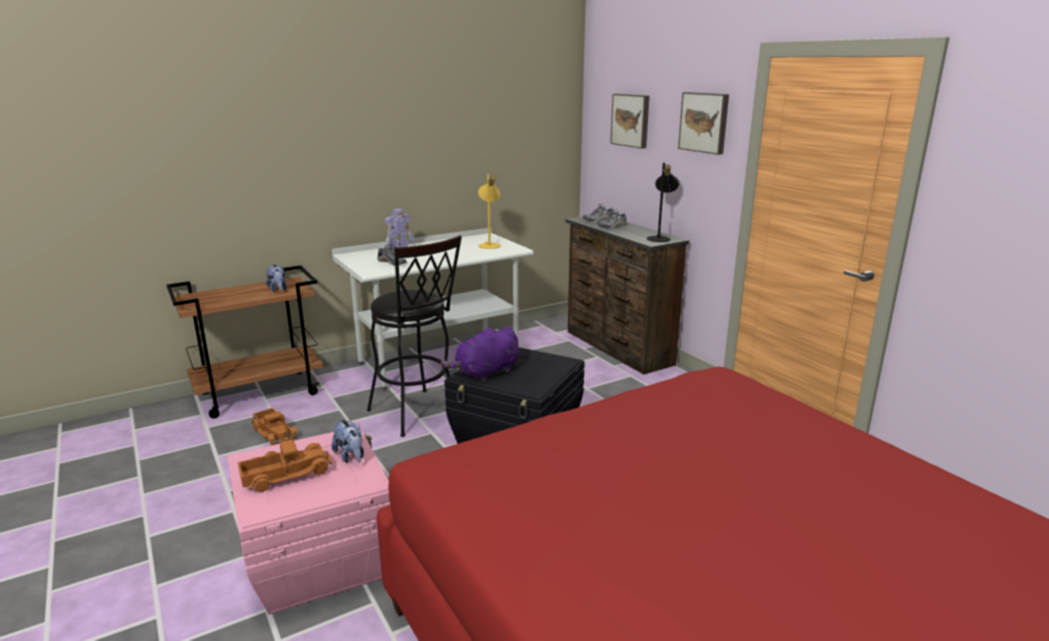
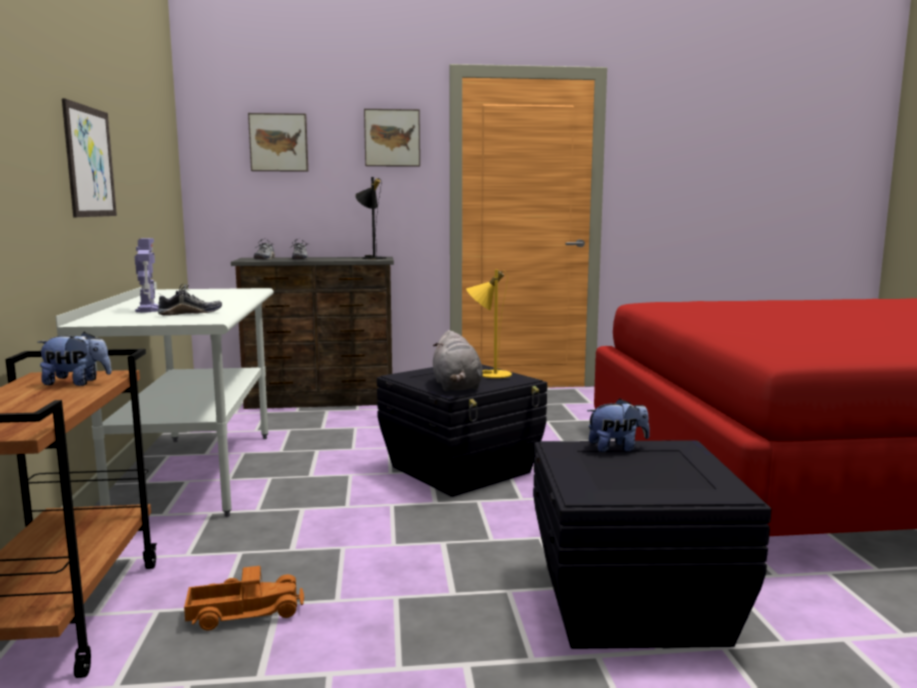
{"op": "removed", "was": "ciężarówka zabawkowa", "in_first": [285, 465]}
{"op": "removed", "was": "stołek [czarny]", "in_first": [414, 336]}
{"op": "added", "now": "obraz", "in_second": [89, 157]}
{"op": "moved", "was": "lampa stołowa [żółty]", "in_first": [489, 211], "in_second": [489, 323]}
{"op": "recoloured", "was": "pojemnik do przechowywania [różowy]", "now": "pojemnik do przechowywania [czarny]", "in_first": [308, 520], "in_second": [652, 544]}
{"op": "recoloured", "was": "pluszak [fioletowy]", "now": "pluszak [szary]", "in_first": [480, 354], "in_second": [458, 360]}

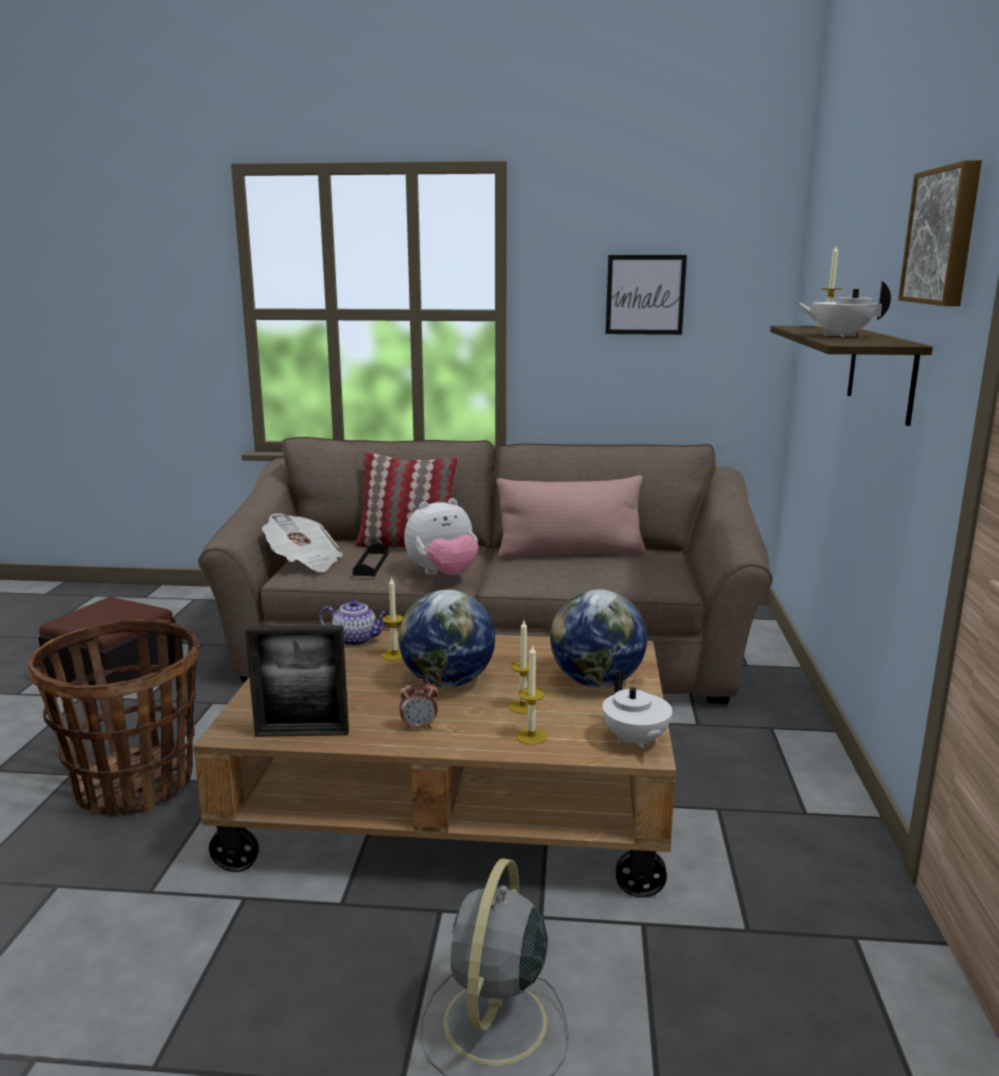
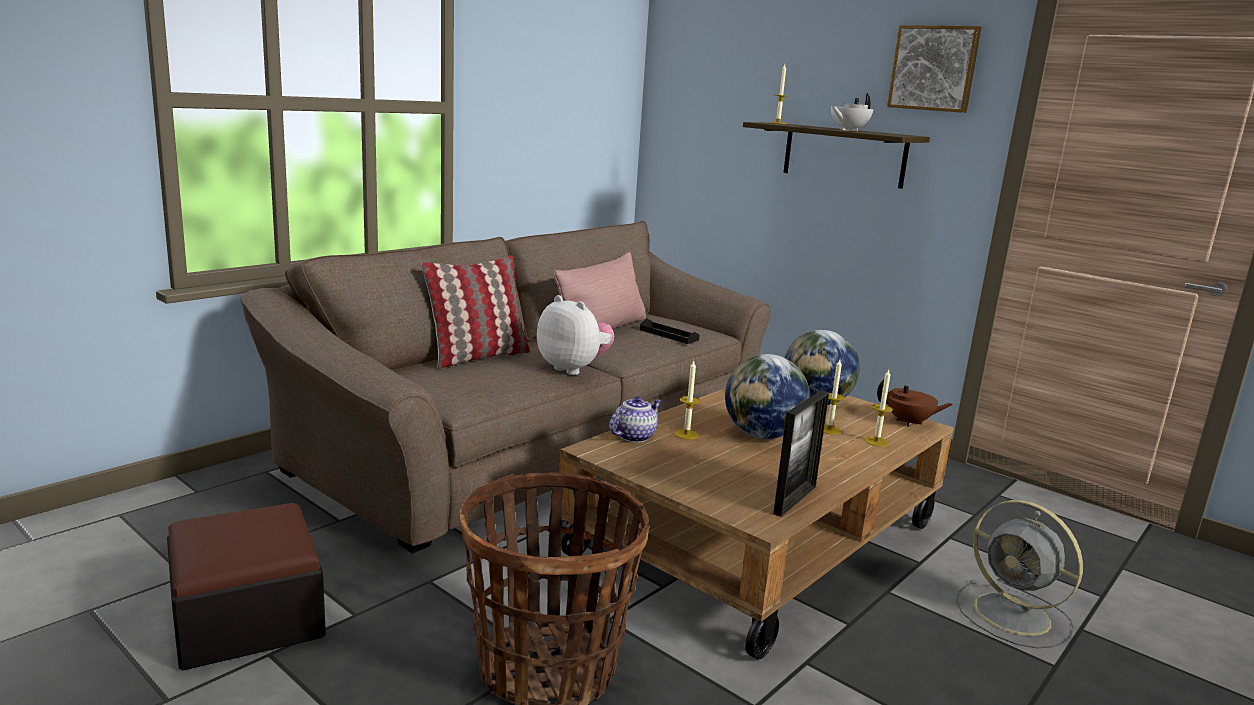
{"op": "removed", "was": "gazeta", "in_first": [302, 542]}
{"op": "removed", "was": "budzik", "in_first": [418, 704]}
{"op": "removed", "was": "obraz", "in_first": [646, 295]}
{"op": "moved", "was": "taca [czarny]", "in_first": [371, 559], "in_second": [670, 331]}
{"op": "recoloured", "was": "imbryk [biały]", "now": "imbryk [brązowy]", "in_first": [637, 709], "in_second": [915, 403]}
{"op": "turned", "was": "pluszak", "in_first": [441, 536], "in_second": [575, 335], "clockwise": -60}

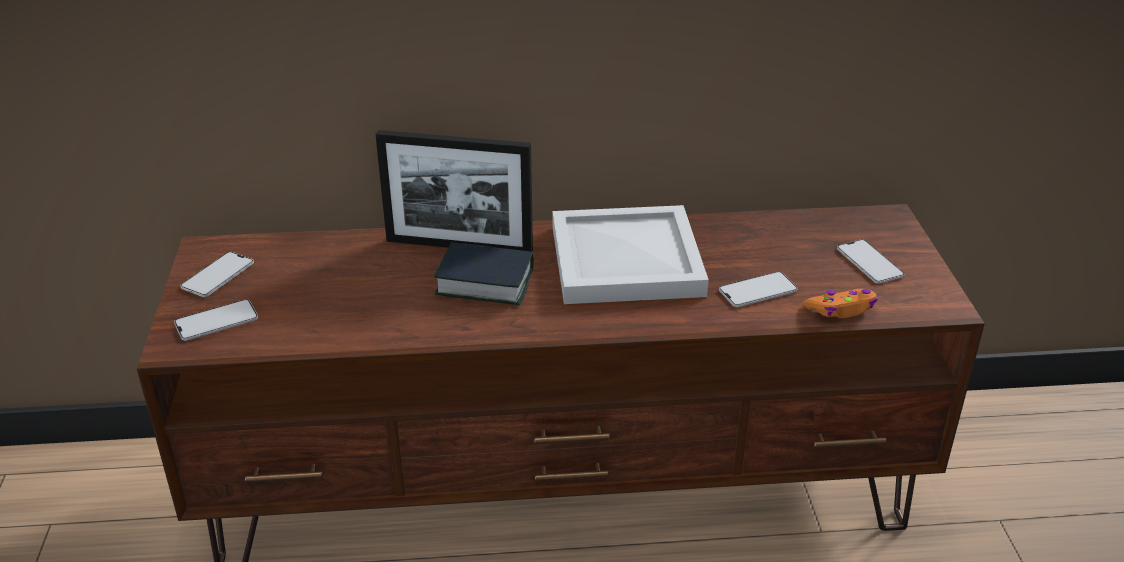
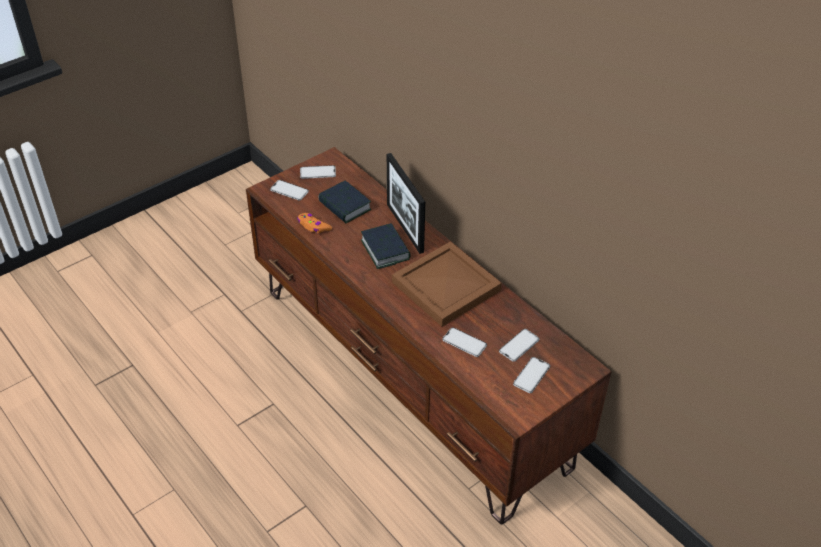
{"op": "added", "now": "książka", "in_second": [345, 202]}
{"op": "added", "now": "telefon", "in_second": [519, 345]}
{"op": "moved", "was": "pad do gier [pomarańczowy]", "in_first": [840, 303], "in_second": [314, 223]}
{"op": "recoloured", "was": "taca [biały]", "now": "taca [brązowy]", "in_first": [630, 254], "in_second": [447, 284]}

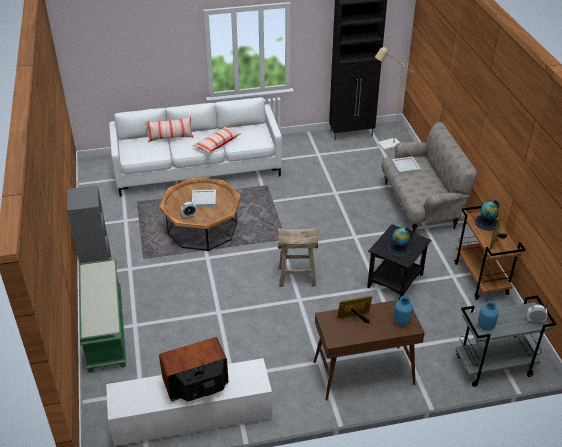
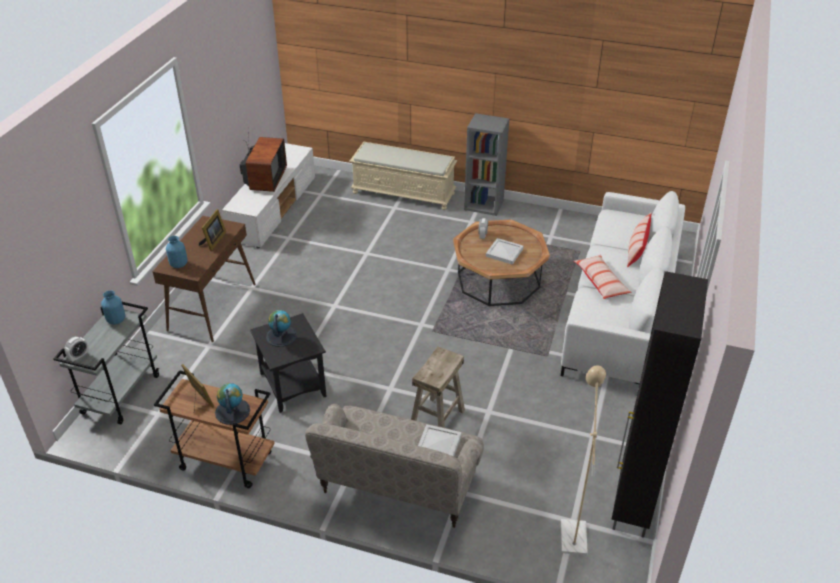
{"op": "moved", "was": "stołek [beżowy]", "in_first": [297, 257], "in_second": [438, 387]}
{"op": "recoloured", "was": "ławka [zielony]", "now": "ławka [beżowy]", "in_first": [102, 316], "in_second": [403, 176]}

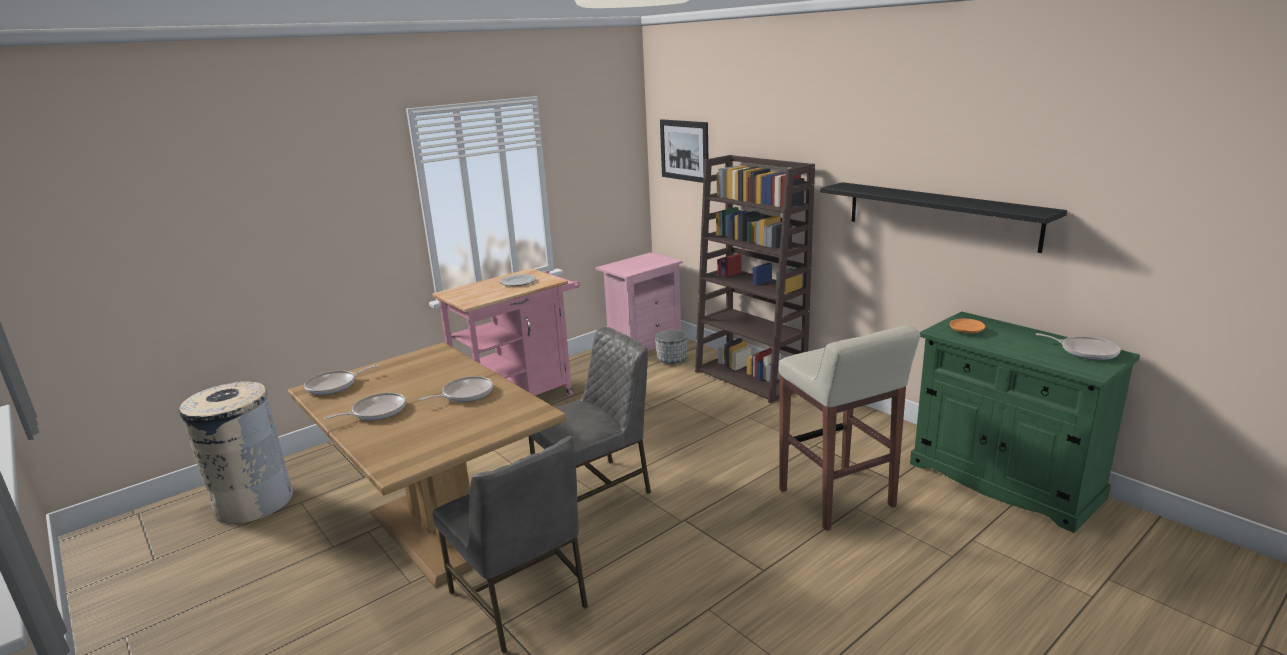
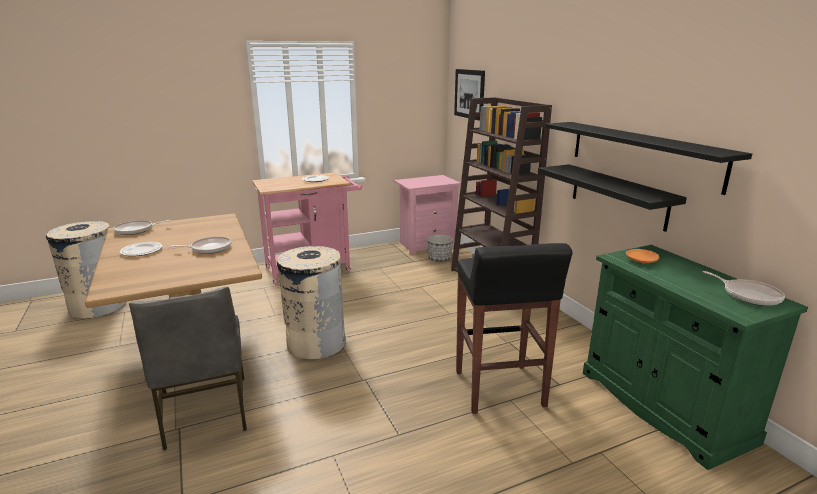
{"op": "added", "now": "półka [czarny]", "in_second": [612, 198]}
{"op": "replaced", "was": "patelnia", "now": "talerz", "in_first": [365, 406], "in_second": [141, 249]}
{"op": "replaced", "was": "krzesło [szary]", "now": "kosz na śmieci [beżowy]", "in_first": [589, 414], "in_second": [311, 302]}
{"op": "recoloured", "was": "stołek [beżowy]", "now": "stołek [czarny]", "in_first": [849, 428], "in_second": [514, 328]}

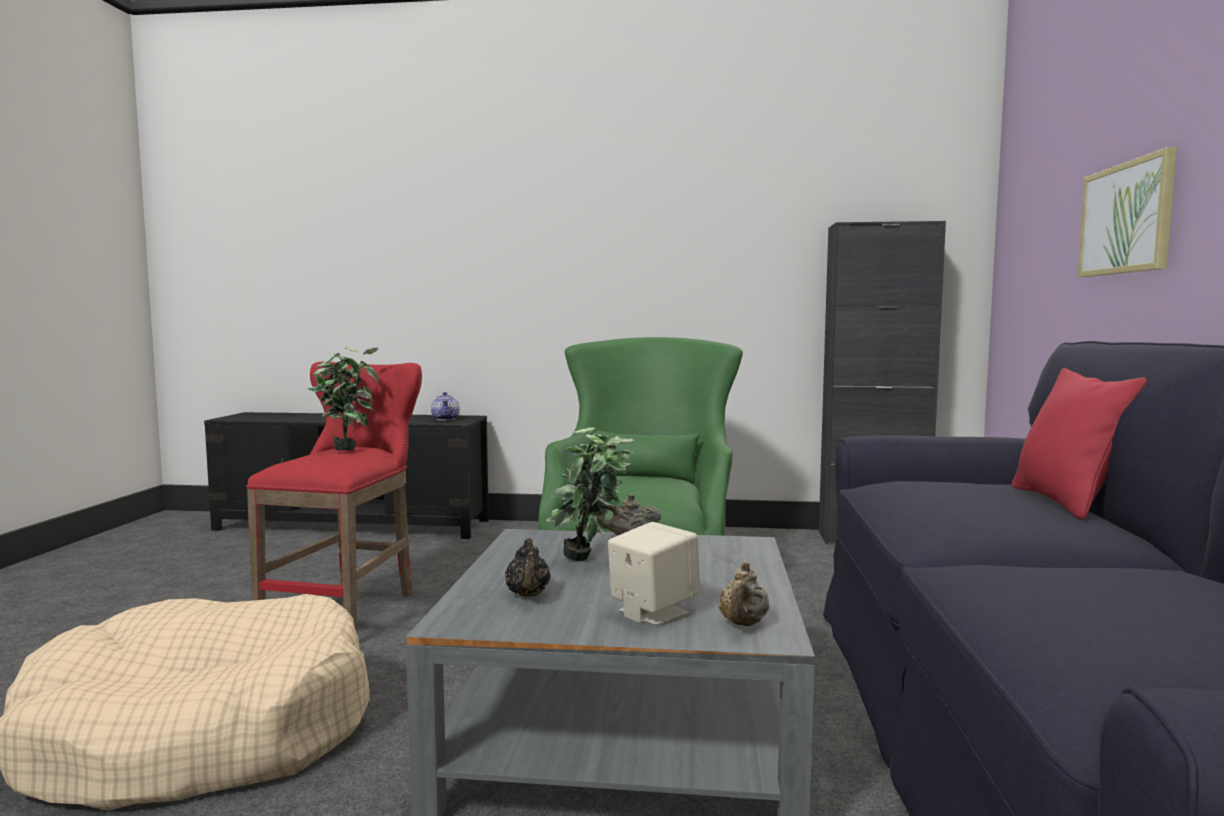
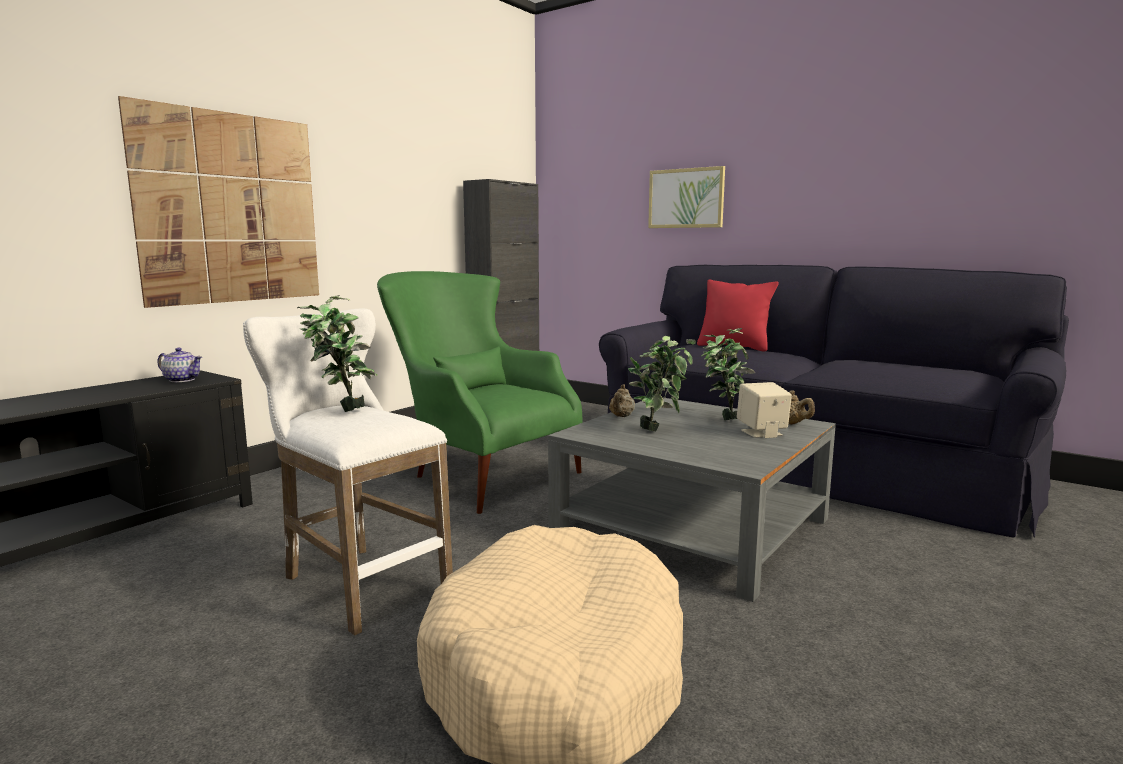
{"op": "removed", "was": "imbryk [czarny]", "in_first": [528, 568]}
{"op": "added", "now": "obraz", "in_second": [218, 202]}
{"op": "added", "now": "roślina doniczkowa", "in_second": [728, 374]}
{"op": "recoloured", "was": "stołek [czerwony]", "now": "stołek [biały]", "in_first": [334, 497], "in_second": [348, 472]}

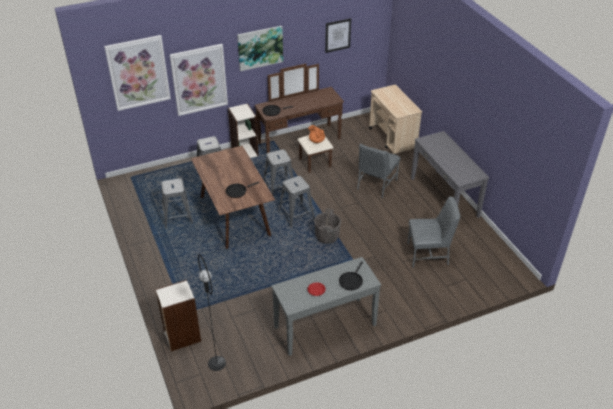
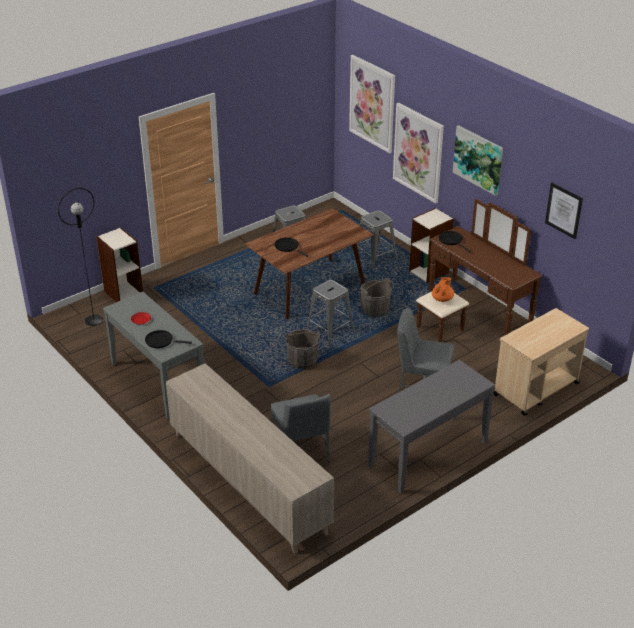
{"op": "added", "now": "szafka [beżowy]", "in_second": [250, 458]}
{"op": "replaced", "was": "stołek [szary]", "now": "wiadro [szary]", "in_first": [279, 172], "in_second": [376, 297]}

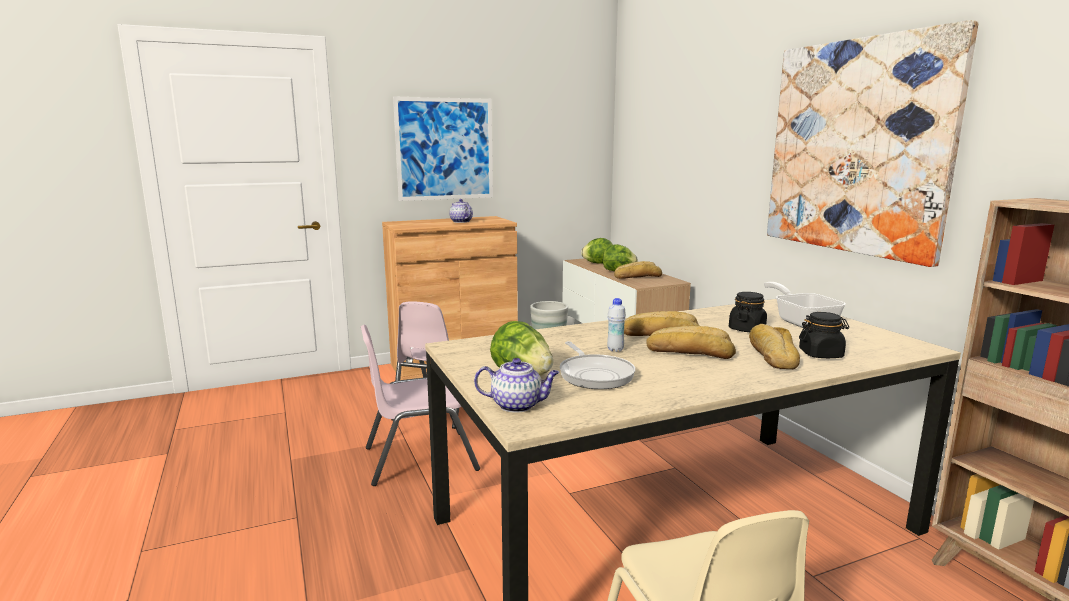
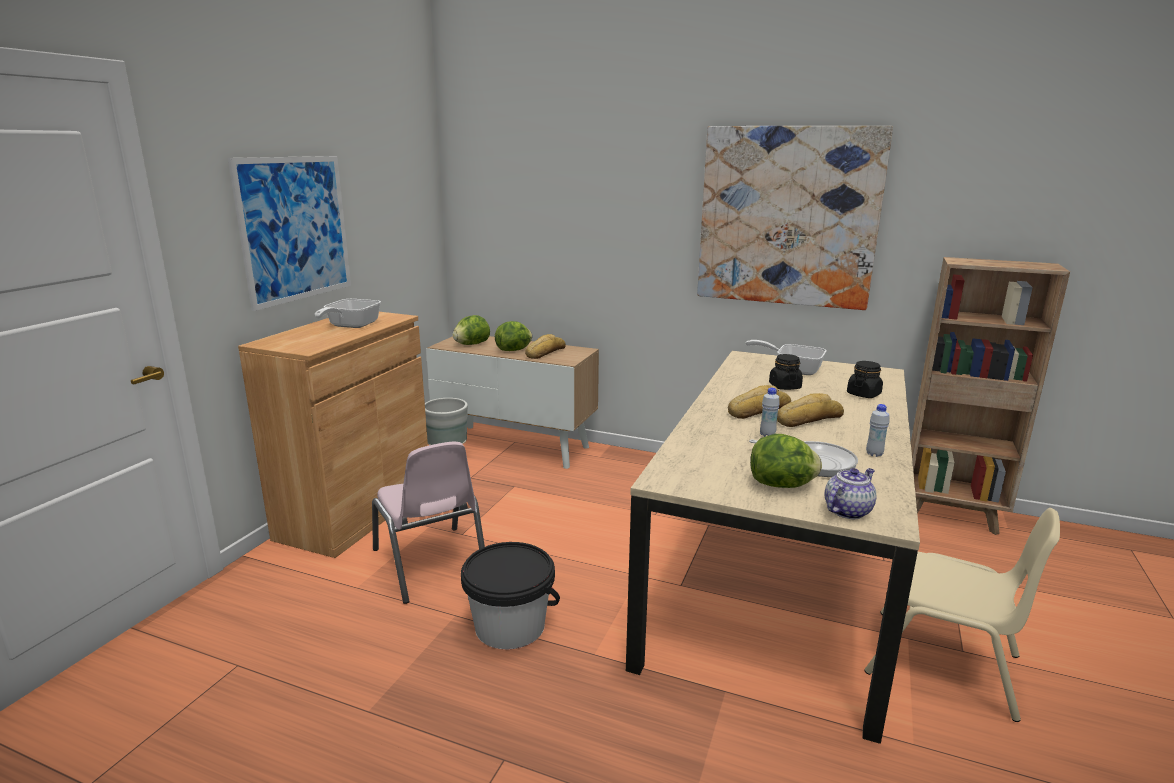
{"op": "removed", "was": "chleb", "in_first": [774, 346]}
{"op": "added", "now": "butelka [biały]", "in_second": [877, 430]}
{"op": "replaced", "was": "krzesło [różowy]", "now": "wiadro [czarny]", "in_first": [420, 405], "in_second": [510, 595]}
{"op": "replaced", "was": "imbryk", "now": "patelnia", "in_first": [461, 211], "in_second": [348, 313]}

